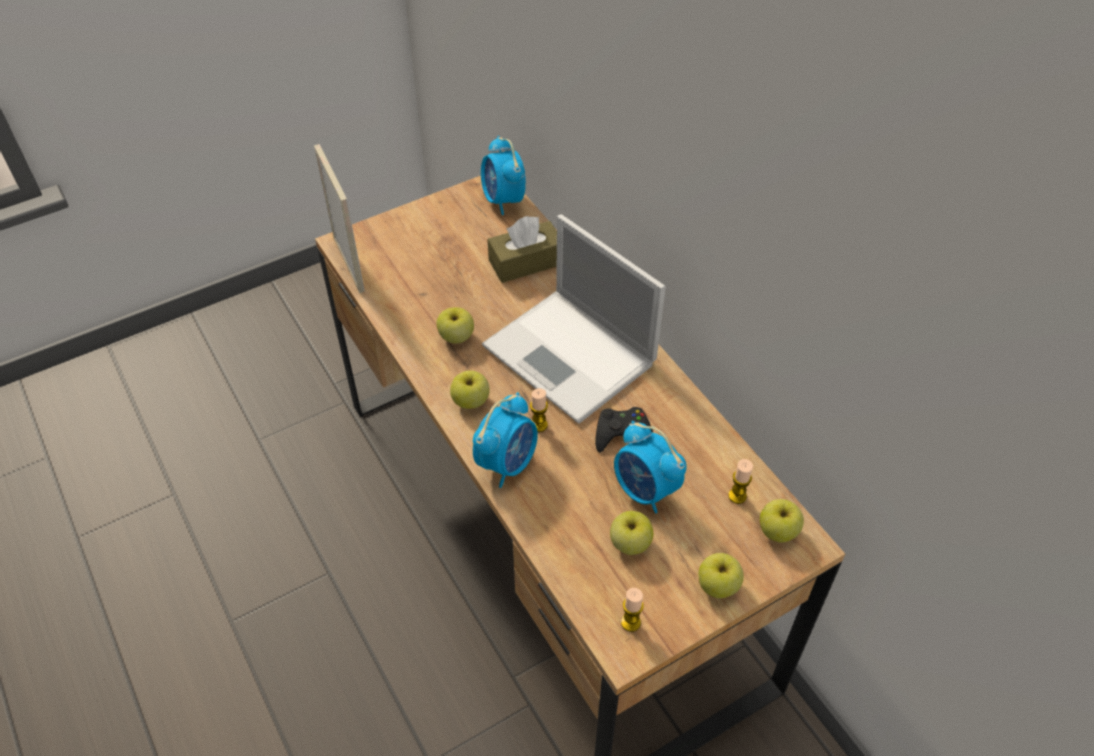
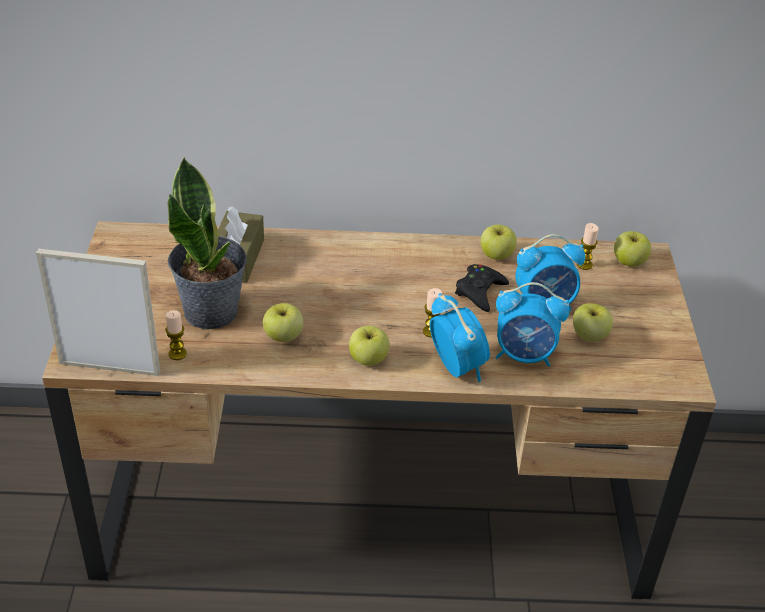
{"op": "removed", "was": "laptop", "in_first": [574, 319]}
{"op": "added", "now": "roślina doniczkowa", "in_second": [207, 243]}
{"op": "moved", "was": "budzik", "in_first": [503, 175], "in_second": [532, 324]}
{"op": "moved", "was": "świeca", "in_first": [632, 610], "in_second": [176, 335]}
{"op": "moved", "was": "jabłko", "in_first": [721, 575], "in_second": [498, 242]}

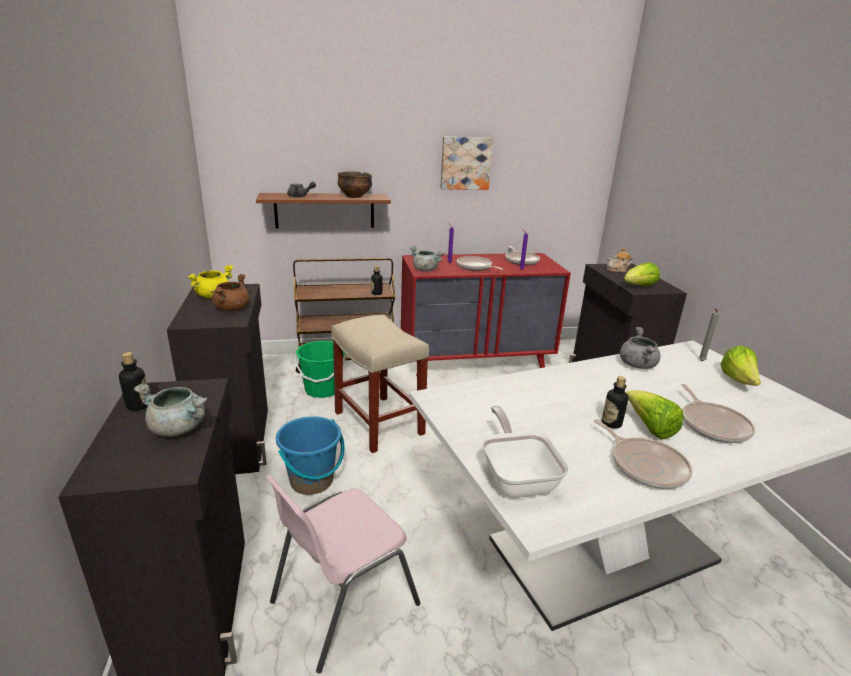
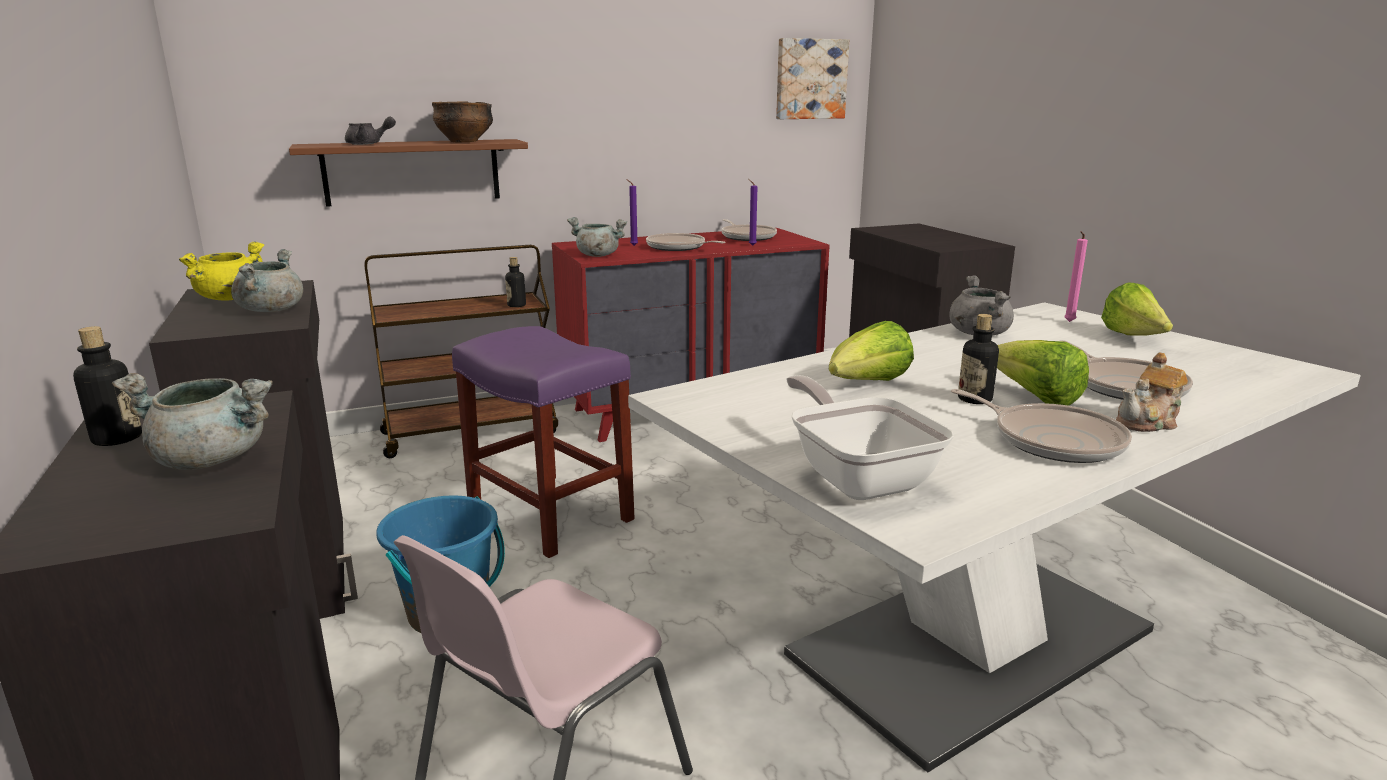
{"op": "removed", "was": "wiadro [zielony]", "in_first": [320, 369]}
{"op": "moved", "was": "obraz", "in_first": [466, 163], "in_second": [812, 78]}
{"op": "moved", "was": "imbryk", "in_first": [619, 260], "in_second": [1152, 392]}
{"op": "moved", "was": "sałata", "in_first": [642, 274], "in_second": [871, 351]}
{"op": "recoloured", "was": "garnek [brązowy]", "now": "garnek [szary]", "in_first": [230, 292], "in_second": [267, 280]}
{"op": "recoloured", "was": "stołek [beżowy]", "now": "stołek [fioletowy]", "in_first": [380, 384], "in_second": [543, 442]}
{"op": "recoloured", "was": "świeca [szary]", "now": "świeca [różowy]", "in_first": [709, 335], "in_second": [1076, 276]}

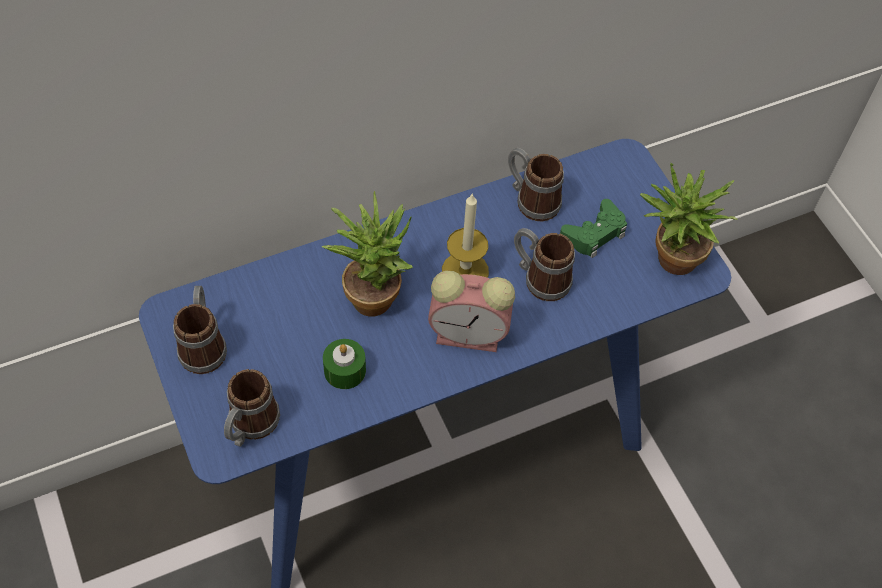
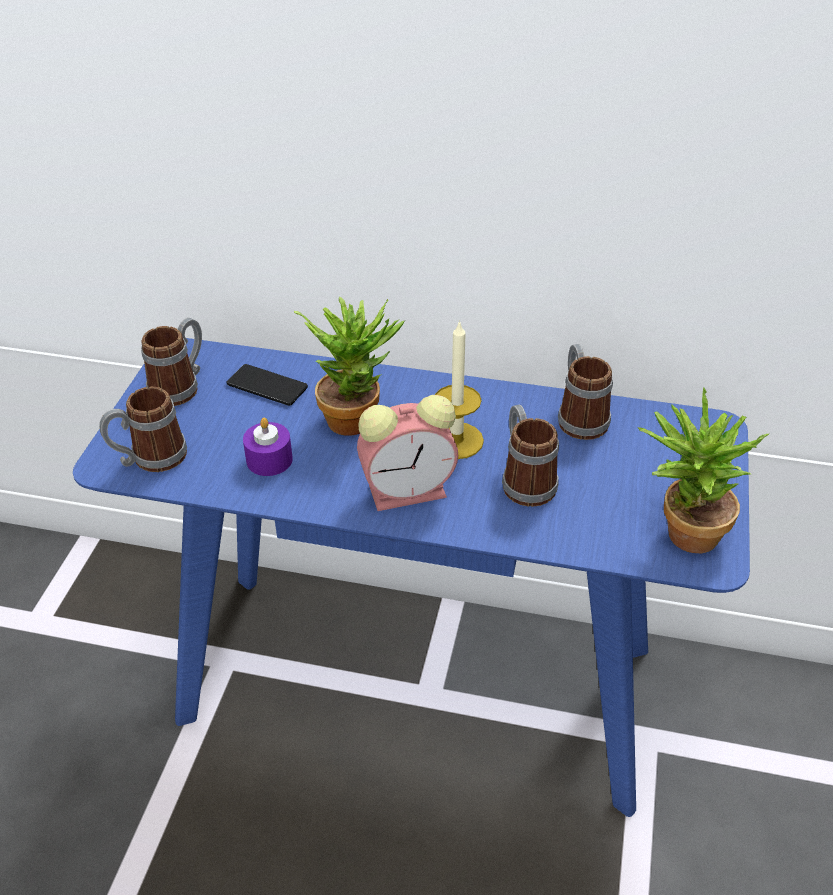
{"op": "removed", "was": "pad do gier [zielony]", "in_first": [593, 228]}
{"op": "added", "now": "telefon", "in_second": [267, 385]}
{"op": "recoloured", "was": "świeca [zielony]", "now": "świeca [fioletowy]", "in_first": [344, 364], "in_second": [268, 447]}
{"op": "turned", "was": "budzik", "in_first": [471, 311], "in_second": [407, 453], "clockwise": -60}

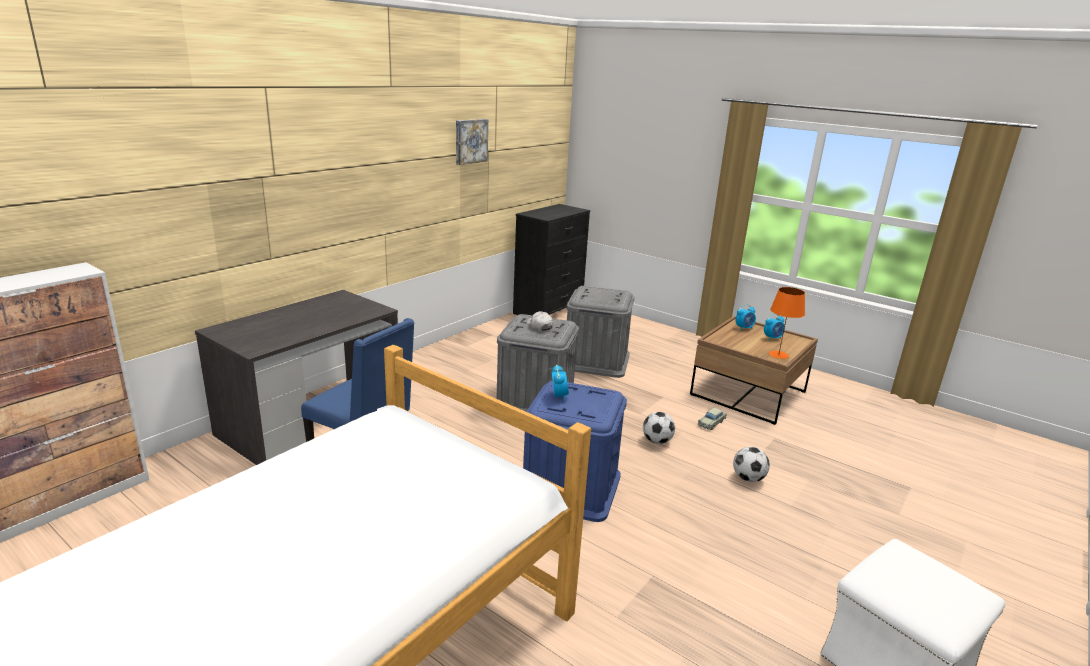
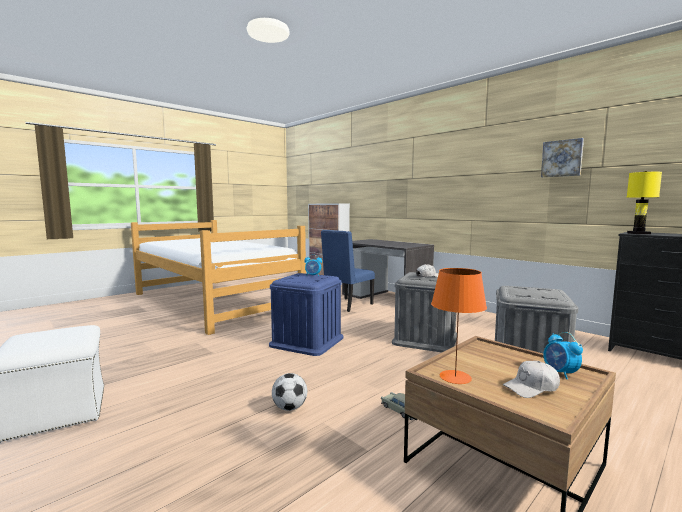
{"op": "removed", "was": "piłka futbolowa", "in_first": [659, 428]}
{"op": "added", "now": "lampa stołowa [żółty]", "in_second": [644, 202]}
{"op": "replaced", "was": "budzik", "now": "czapka z daszkiem [biały]", "in_first": [774, 327], "in_second": [531, 379]}

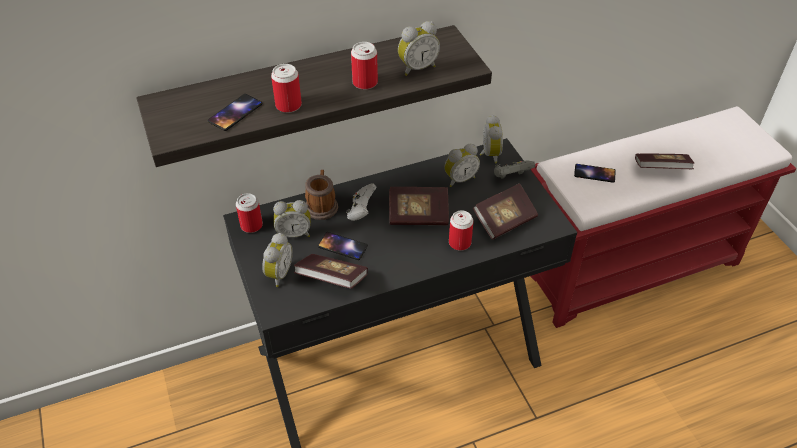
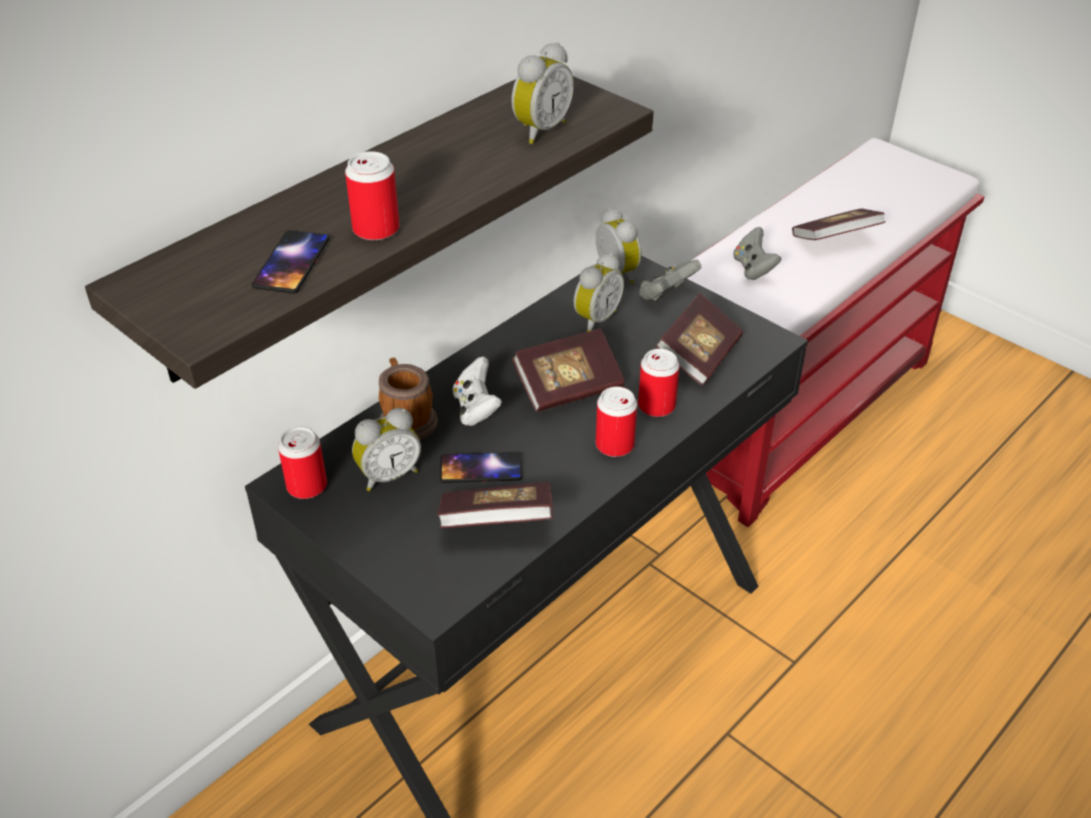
{"op": "removed", "was": "budzik", "in_first": [277, 260]}
{"op": "moved", "was": "puszka", "in_first": [364, 66], "in_second": [616, 422]}
{"op": "replaced", "was": "telefon", "now": "pad do gier [szary]", "in_first": [595, 173], "in_second": [757, 253]}

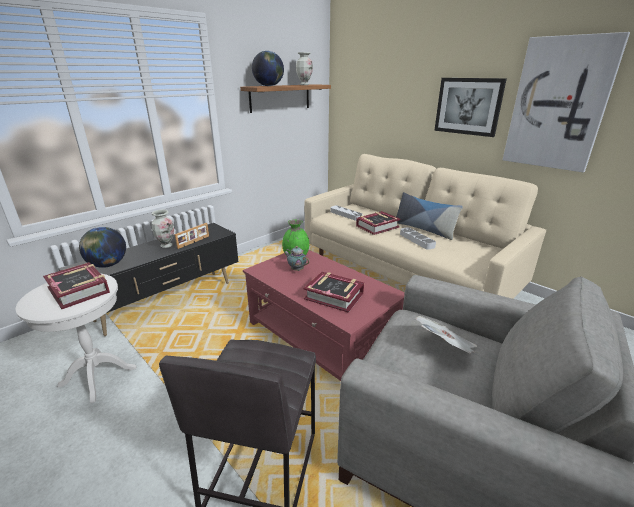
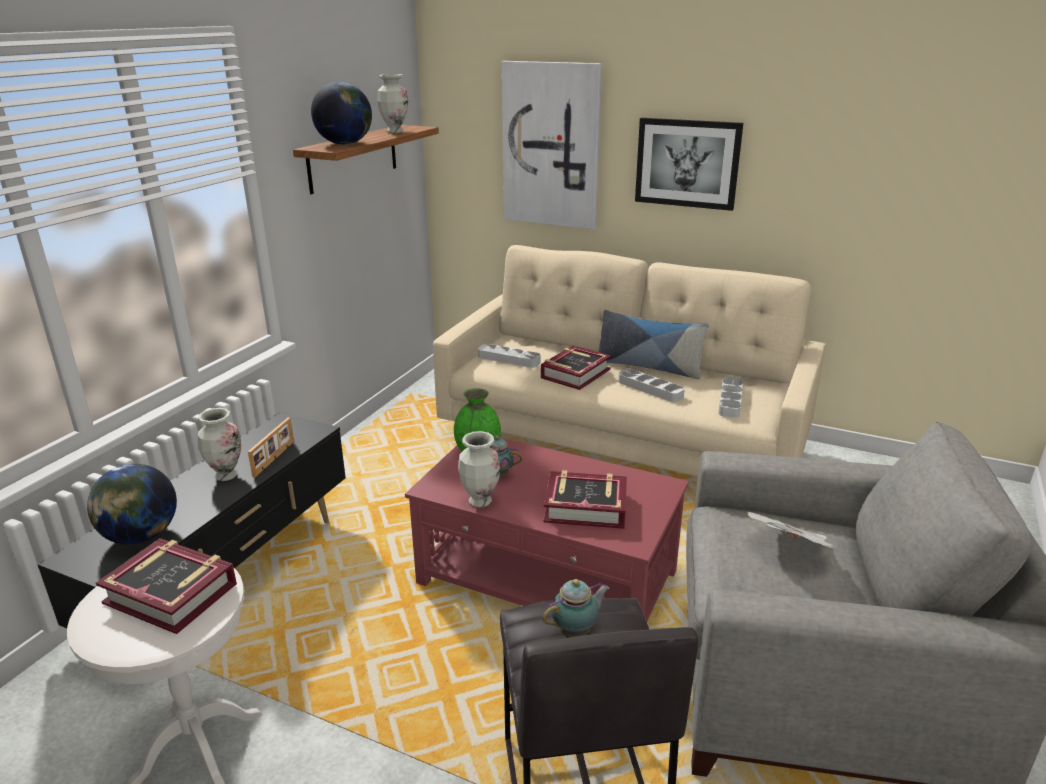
{"op": "added", "now": "wazon", "in_second": [479, 469]}
{"op": "added", "now": "imbryk", "in_second": [576, 608]}
{"op": "added", "now": "taca [szary]", "in_second": [730, 397]}
{"op": "moved", "was": "obraz", "in_first": [566, 102], "in_second": [551, 145]}

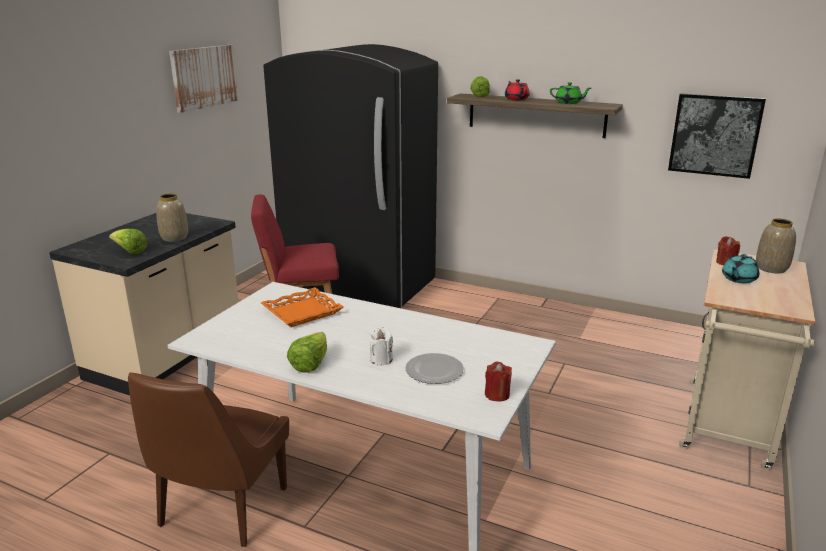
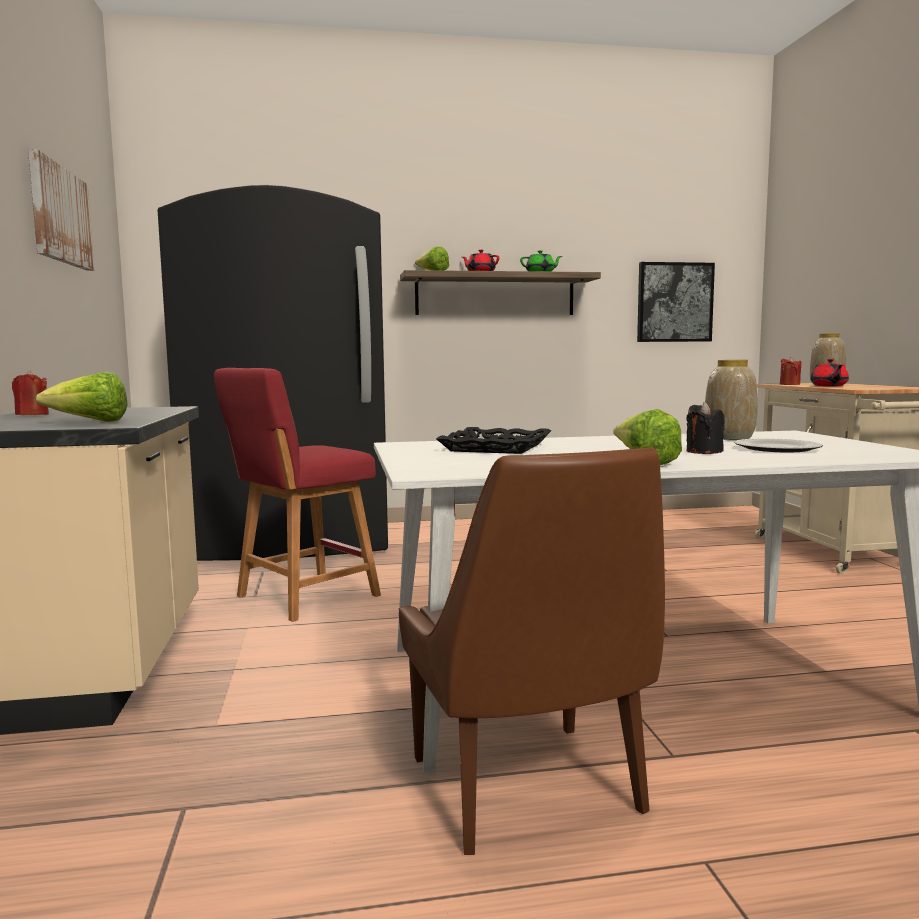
{"op": "moved", "was": "wazon", "in_first": [172, 218], "in_second": [731, 400]}
{"op": "moved", "was": "świeca [czerwony]", "in_first": [498, 382], "in_second": [30, 393]}
{"op": "recoloured", "was": "taca [pomarańczowy]", "now": "taca [czarny]", "in_first": [302, 307], "in_second": [493, 440]}
{"op": "recoloured", "was": "świeca [biały]", "now": "świeca [czarny]", "in_first": [381, 346], "in_second": [705, 428]}
{"op": "recoloured", "was": "imbryk [turkusowy]", "now": "imbryk [czerwony]", "in_first": [740, 269], "in_second": [829, 372]}

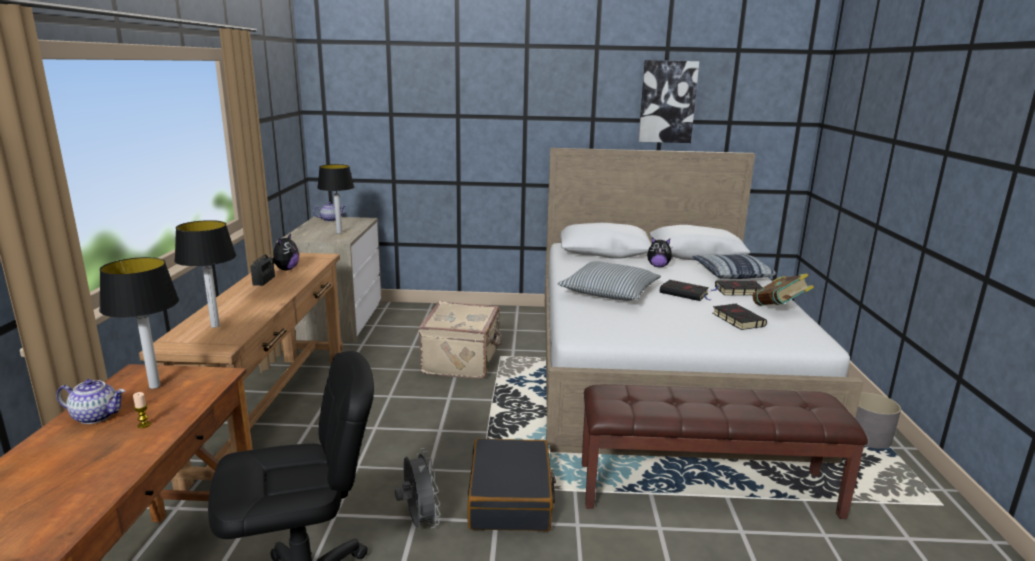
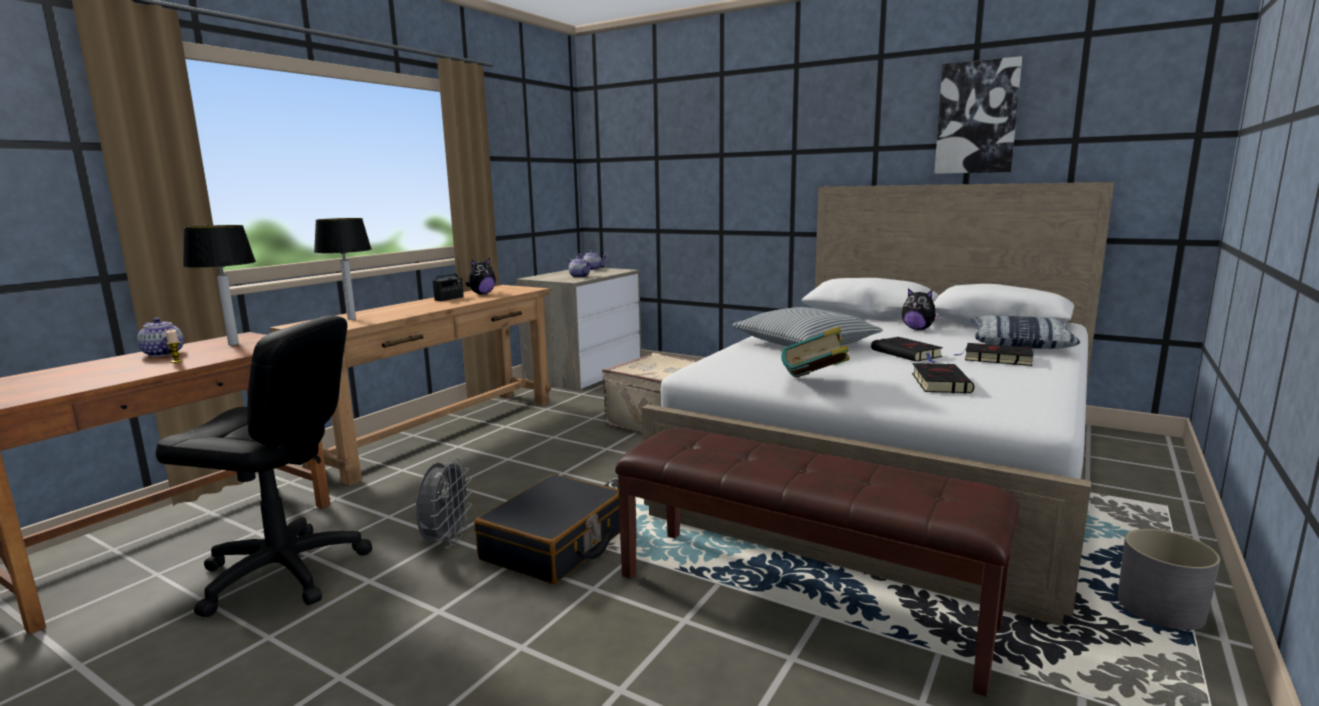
{"op": "moved", "was": "książka", "in_first": [783, 290], "in_second": [815, 351]}
{"op": "replaced", "was": "lampa stołowa", "now": "imbryk", "in_first": [335, 199], "in_second": [579, 267]}

